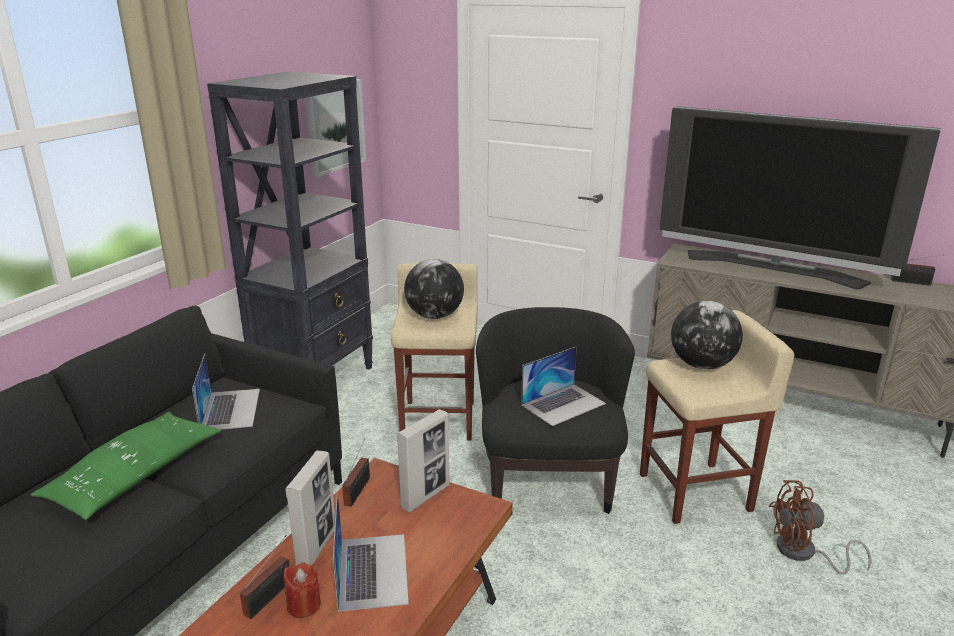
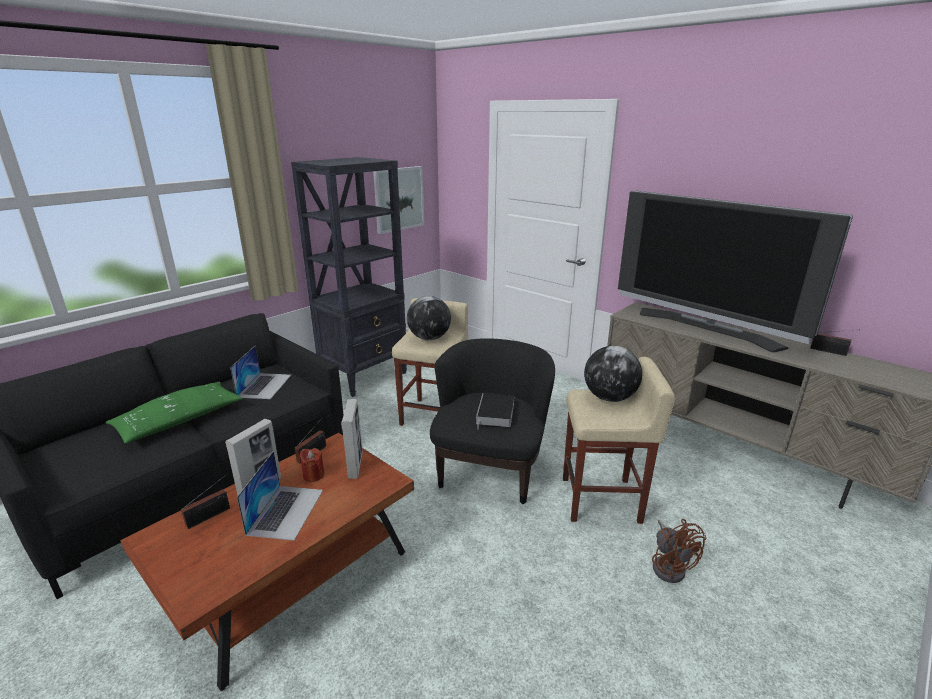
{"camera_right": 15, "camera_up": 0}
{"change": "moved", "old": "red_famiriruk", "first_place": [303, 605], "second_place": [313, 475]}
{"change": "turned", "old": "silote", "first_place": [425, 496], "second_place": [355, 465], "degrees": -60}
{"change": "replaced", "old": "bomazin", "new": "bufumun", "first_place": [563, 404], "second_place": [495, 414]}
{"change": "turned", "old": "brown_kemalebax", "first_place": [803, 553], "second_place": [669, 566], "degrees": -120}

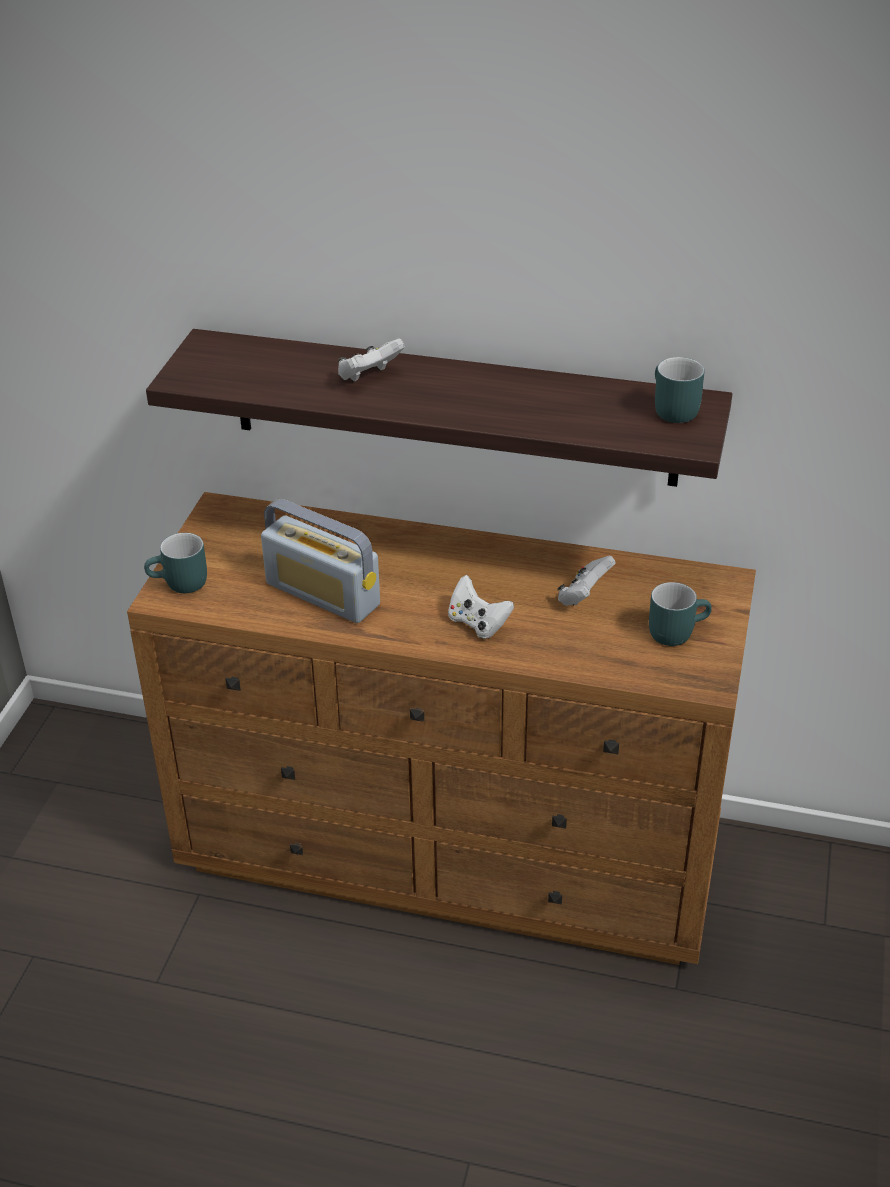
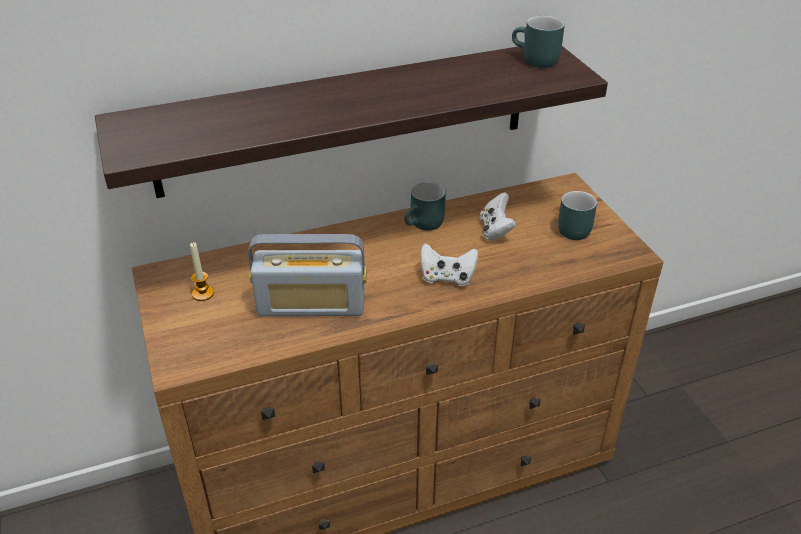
{"camera_right": -35, "camera_up": 0}
{"change": "moved", "old": "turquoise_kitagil", "first_place": [180, 585], "second_place": [425, 225]}
{"change": "removed", "old": "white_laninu", "first_place": [369, 376]}
{"change": "added", "new": "famiriruk", "second_place": [203, 294]}

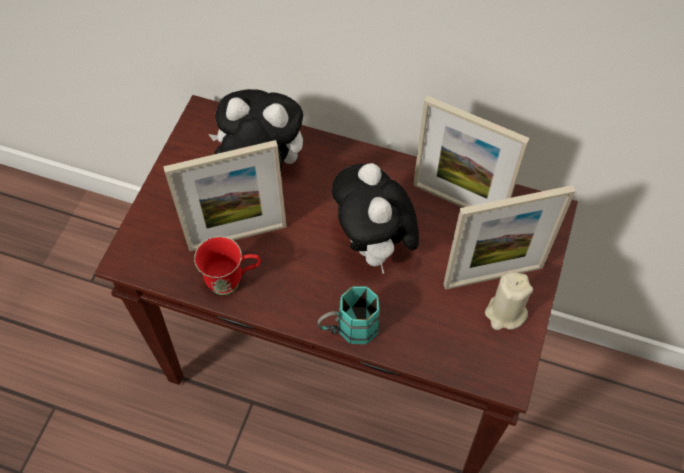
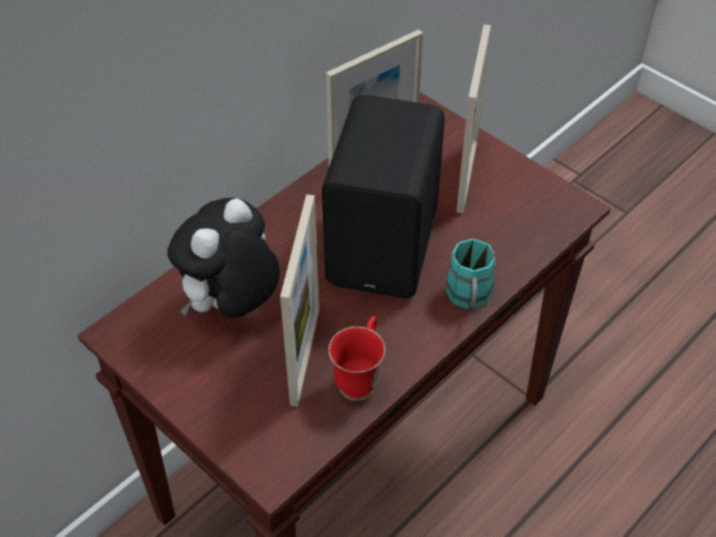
{"camera_right": -65, "camera_up": -10}
{"change": "replaced", "old": "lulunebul", "new": "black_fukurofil", "first_place": [374, 247], "second_place": [386, 247]}
{"change": "removed", "old": "beige_famiriruk", "first_place": [505, 313]}

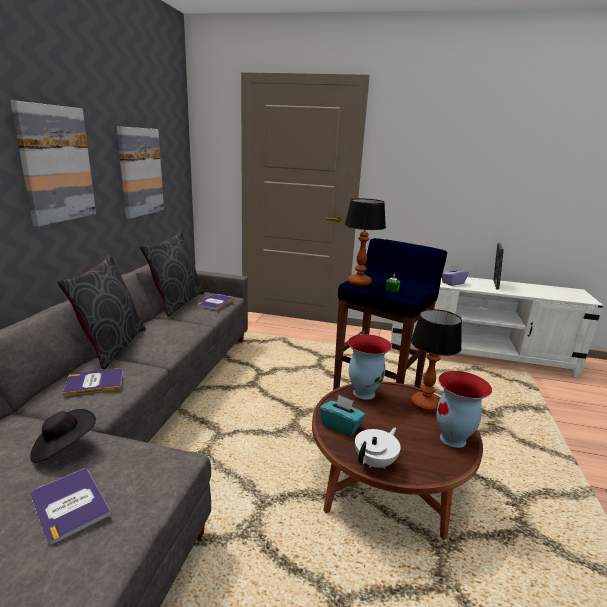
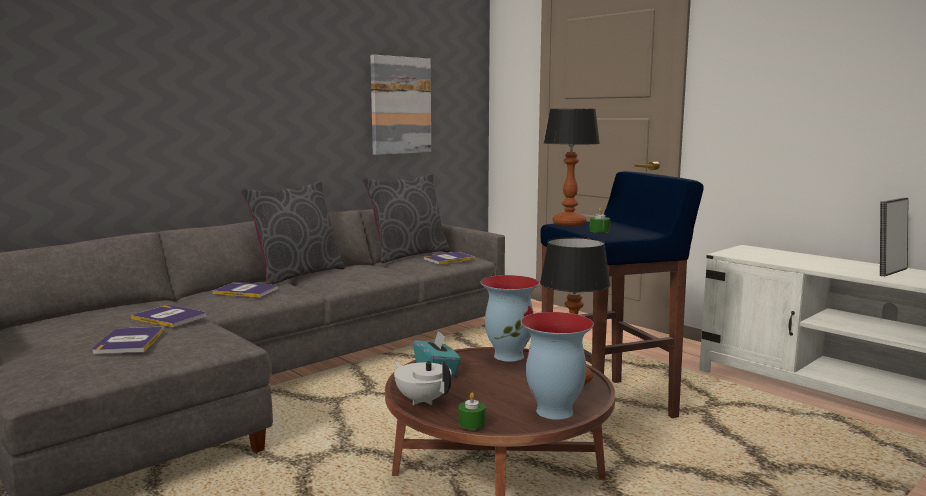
{"camera_right": 35, "camera_up": -10}
{"change": "removed", "old": "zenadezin", "first_place": [55, 164]}
{"change": "replaced", "old": "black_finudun", "new": "bufumun", "first_place": [64, 447], "second_place": [170, 317]}
{"change": "turned", "old": "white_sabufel", "first_place": [375, 462], "second_place": [423, 400], "degrees": -120}
{"change": "removed", "old": "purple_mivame", "first_place": [452, 283]}
{"change": "added", "new": "green_famiriruk", "second_place": [471, 423]}

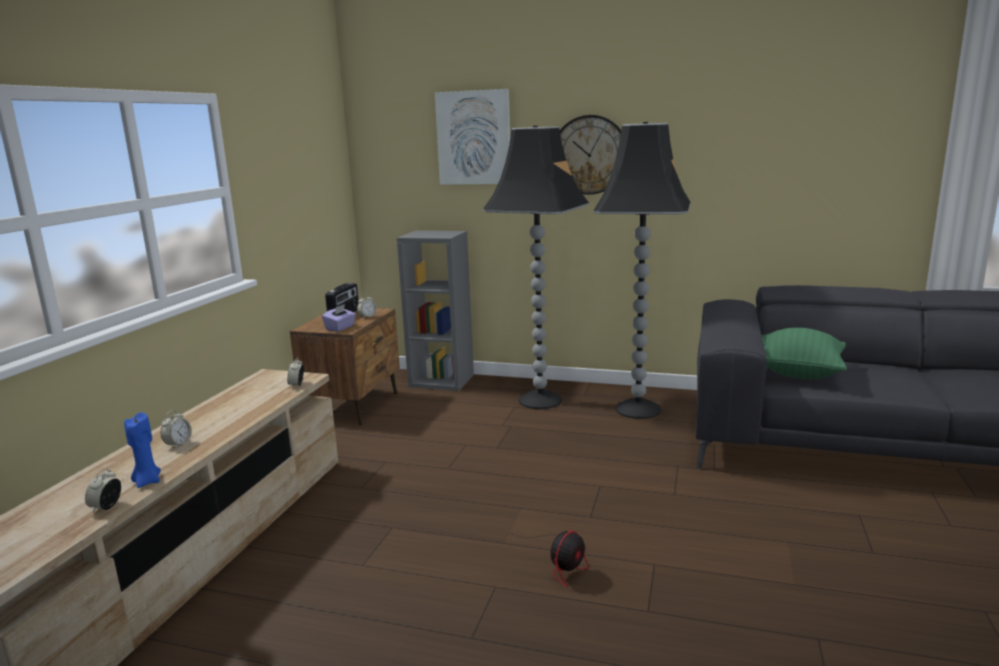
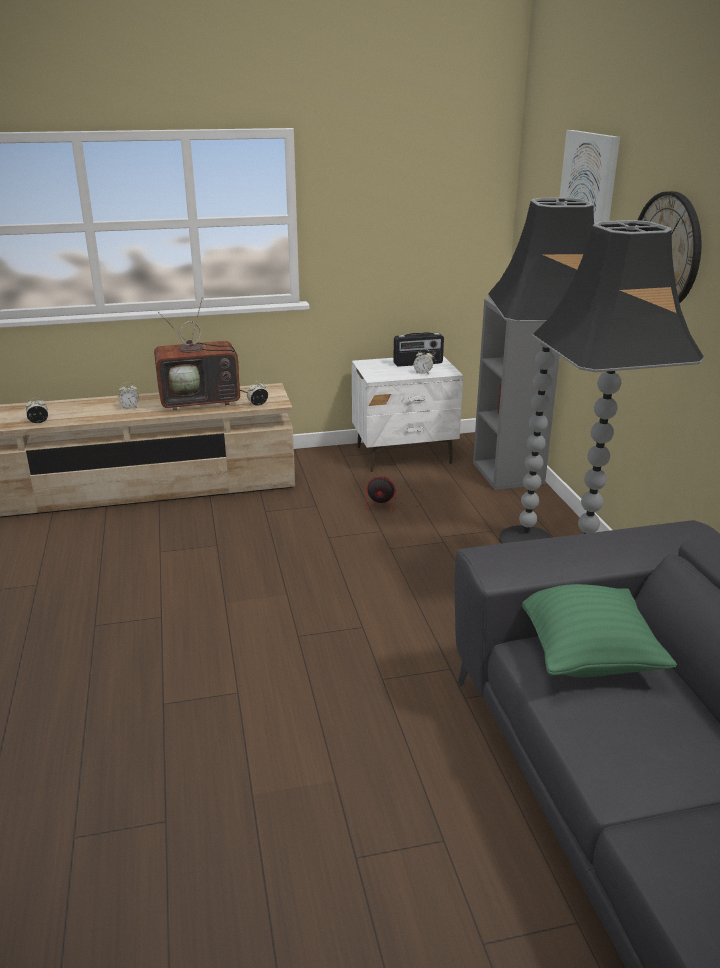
{"camera_right": 60, "camera_up": 10}
{"change": "removed", "old": "blue_famiriruk", "first_place": [147, 481]}
{"change": "recoloured", "old": "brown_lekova", "new": "white_lekova", "first_place": [354, 405], "second_place": [404, 455]}
{"change": "removed", "old": "purple_mivame", "first_place": [340, 328]}
{"change": "moved", "old": "kemalebax", "first_place": [563, 562], "second_place": [392, 503]}
{"change": "added", "new": "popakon", "second_place": [202, 400]}

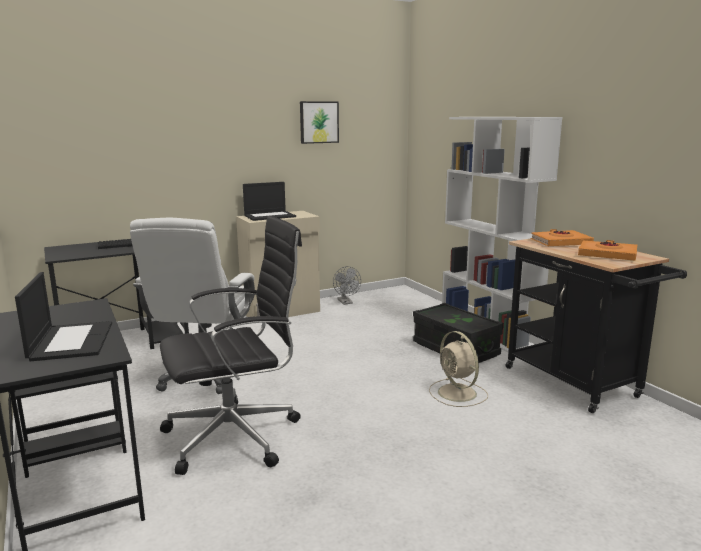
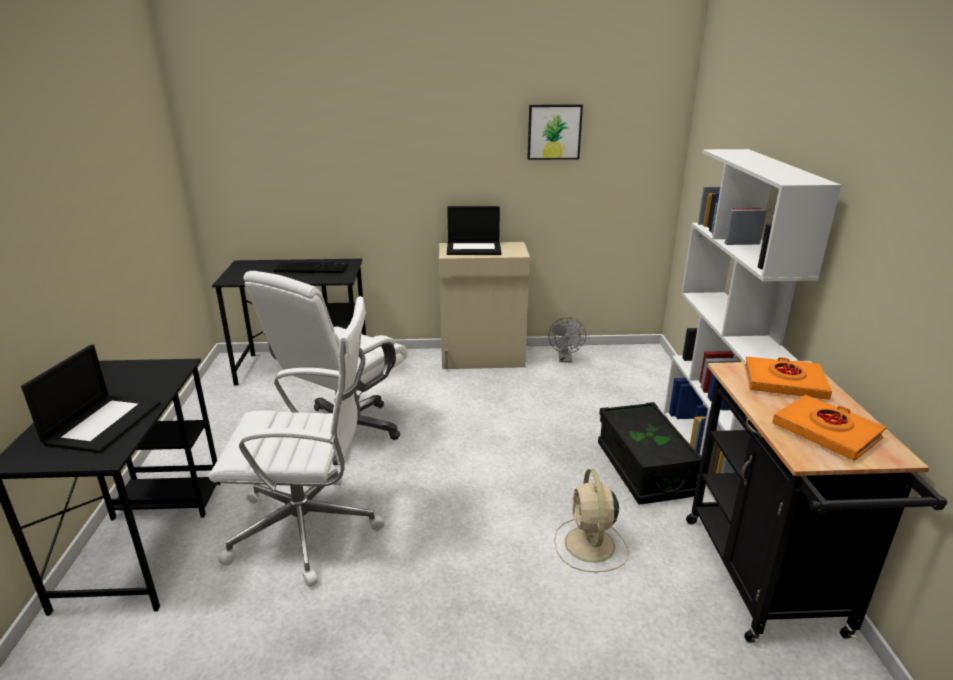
{"camera_right": 25, "camera_up": 10}
{"change": "recoloured", "old": "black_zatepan", "new": "white_zatepan", "first_place": [236, 436], "second_place": [309, 529]}

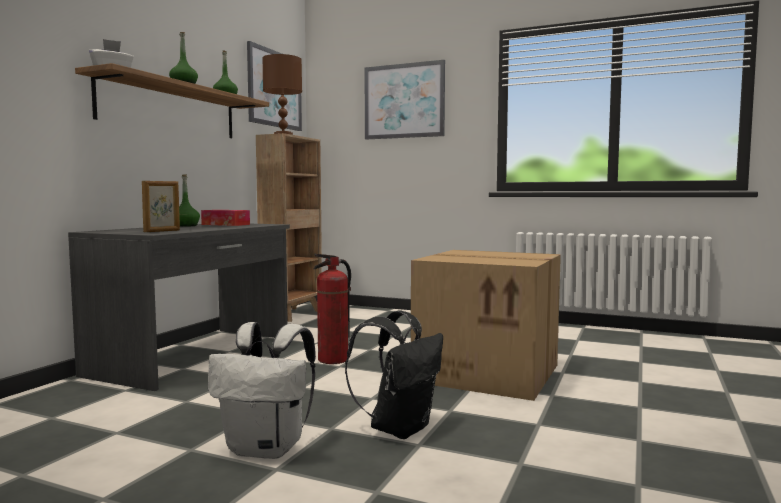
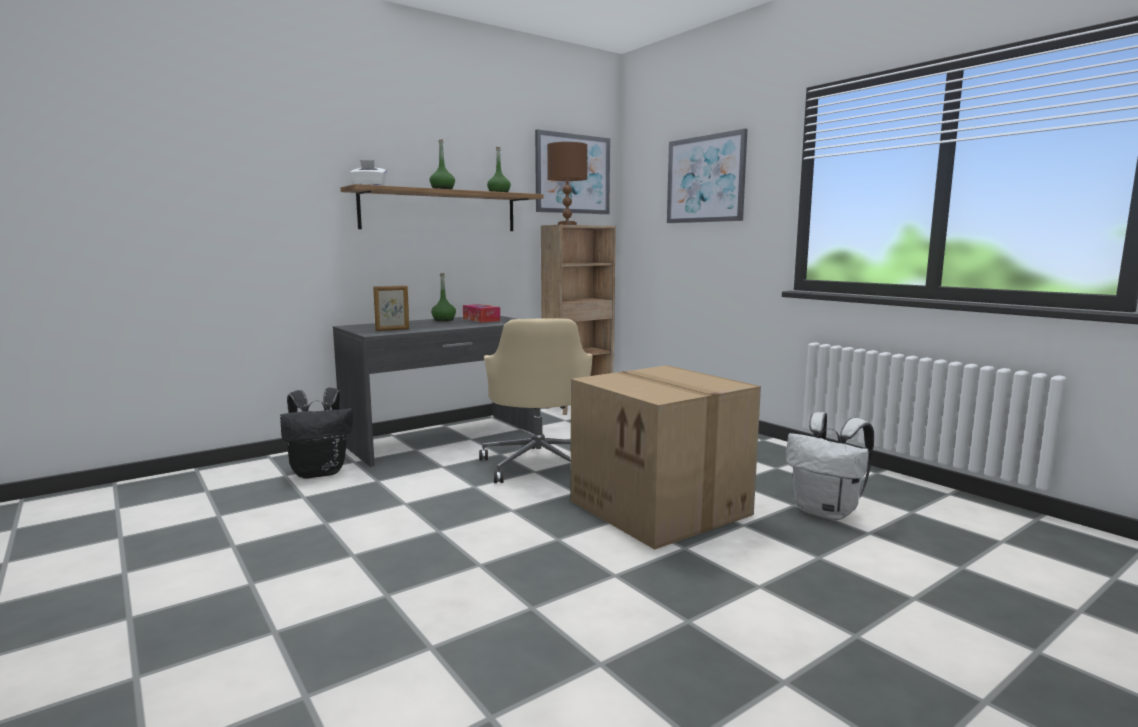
{"camera_right": 30, "camera_up": 5}
{"change": "moved", "old": "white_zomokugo", "first_place": [267, 449], "second_place": [827, 512]}
{"change": "replaced", "old": "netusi", "new": "beige_zatepan", "first_place": [333, 360], "second_place": [539, 463]}
{"change": "moved", "old": "black_zomokugo", "first_place": [400, 428], "second_place": [320, 472]}

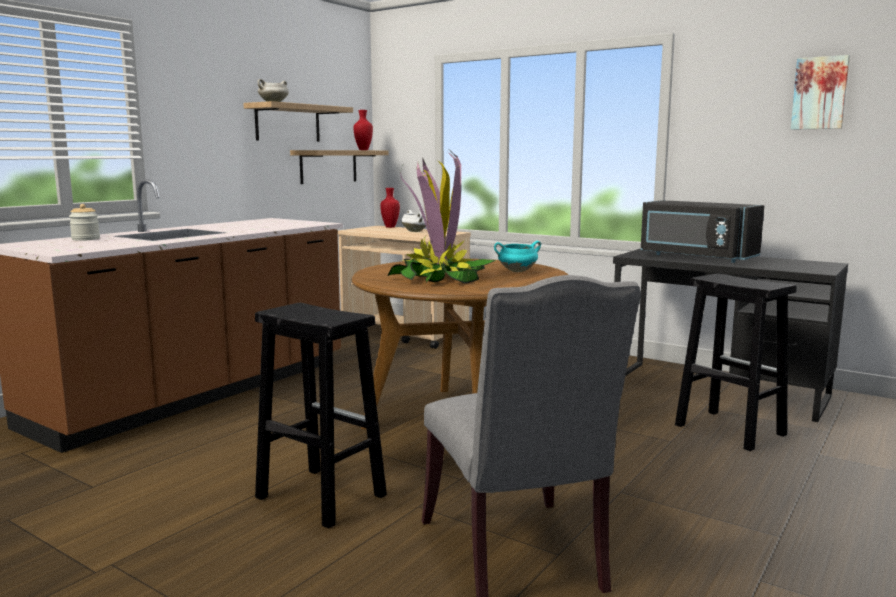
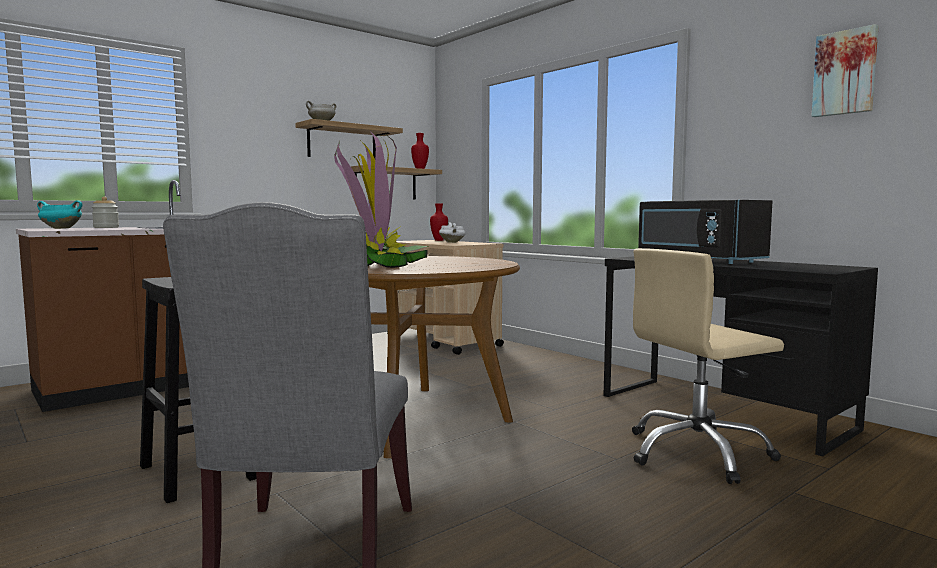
{"camera_right": 15, "camera_up": -5}
{"change": "moved", "old": "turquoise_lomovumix", "first_place": [517, 271], "second_place": [60, 228]}
{"change": "replaced", "old": "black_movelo", "new": "beige_zatepan", "first_place": [728, 429], "second_place": [698, 453]}

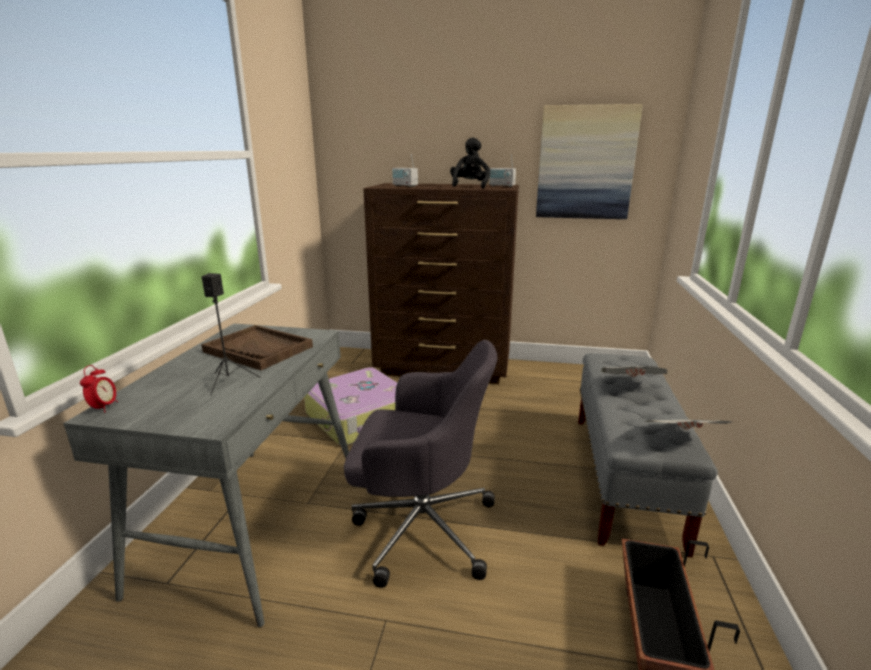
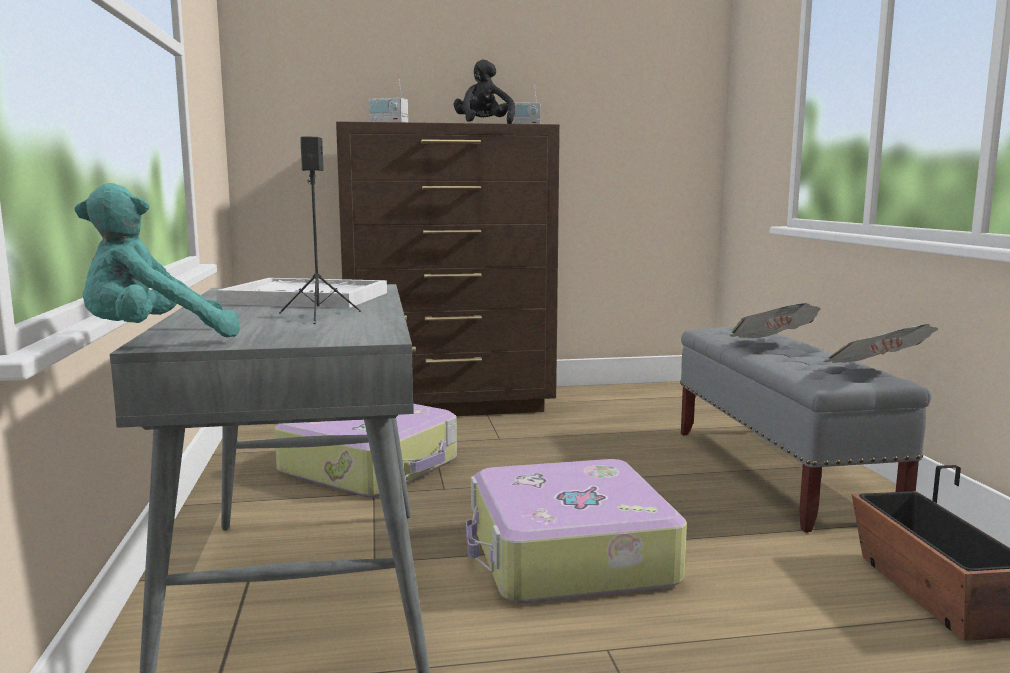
{"camera_right": -20, "camera_up": -10}
{"change": "replaced", "old": "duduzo", "new": "turquoise_lulunebul", "first_place": [104, 407], "second_place": [155, 340]}
{"change": "recoloured", "old": "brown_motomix", "new": "white_motomix", "first_place": [258, 349], "second_place": [306, 298]}
{"change": "replaced", "old": "grey_zatepan", "new": "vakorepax", "first_place": [420, 527], "second_place": [568, 556]}
{"change": "removed", "old": "zenadezin", "first_place": [585, 163]}

